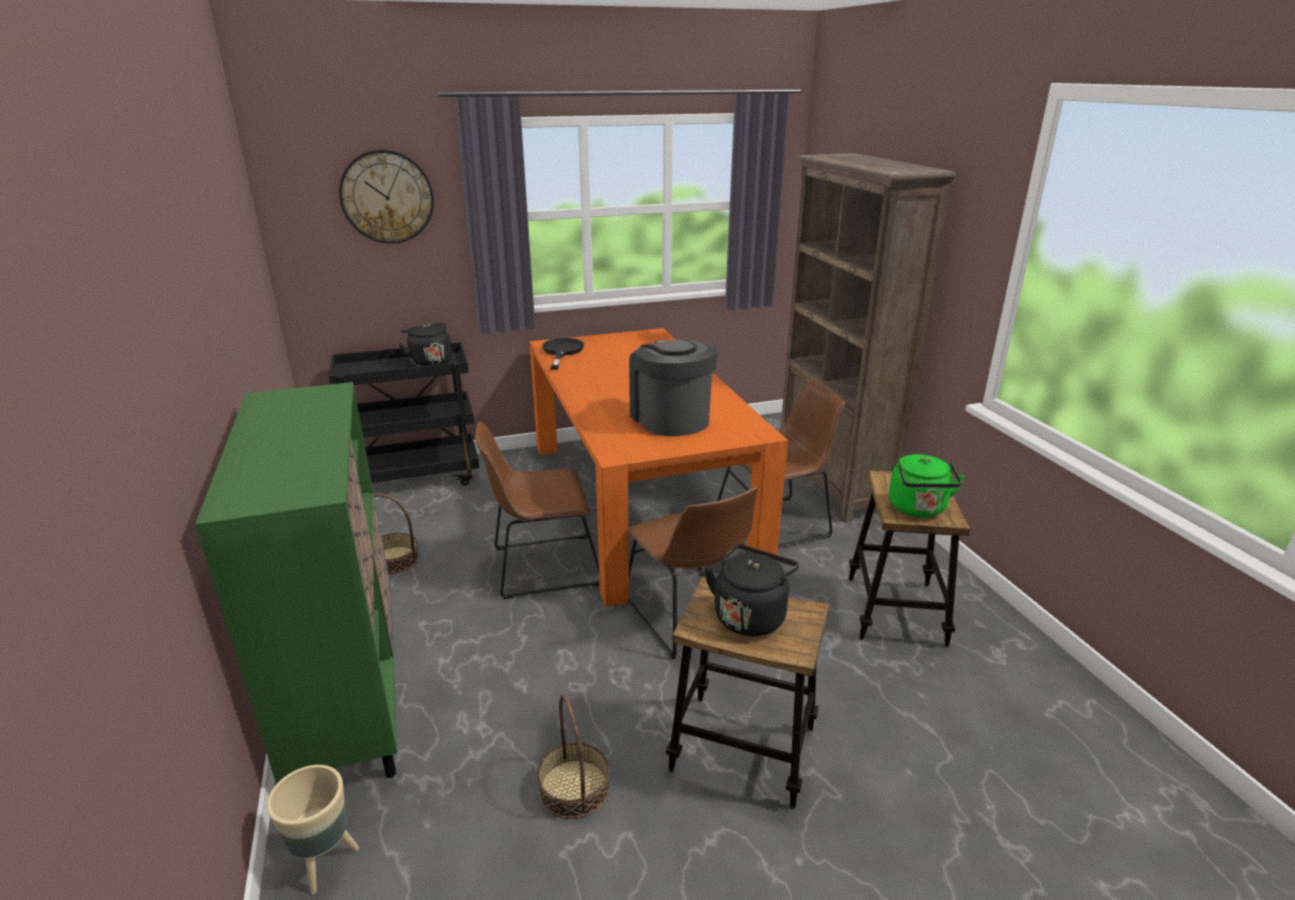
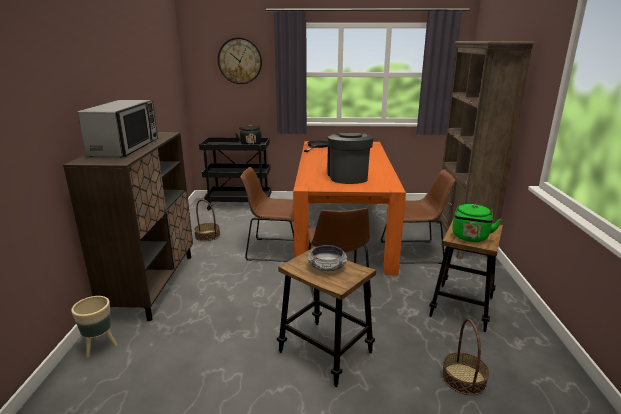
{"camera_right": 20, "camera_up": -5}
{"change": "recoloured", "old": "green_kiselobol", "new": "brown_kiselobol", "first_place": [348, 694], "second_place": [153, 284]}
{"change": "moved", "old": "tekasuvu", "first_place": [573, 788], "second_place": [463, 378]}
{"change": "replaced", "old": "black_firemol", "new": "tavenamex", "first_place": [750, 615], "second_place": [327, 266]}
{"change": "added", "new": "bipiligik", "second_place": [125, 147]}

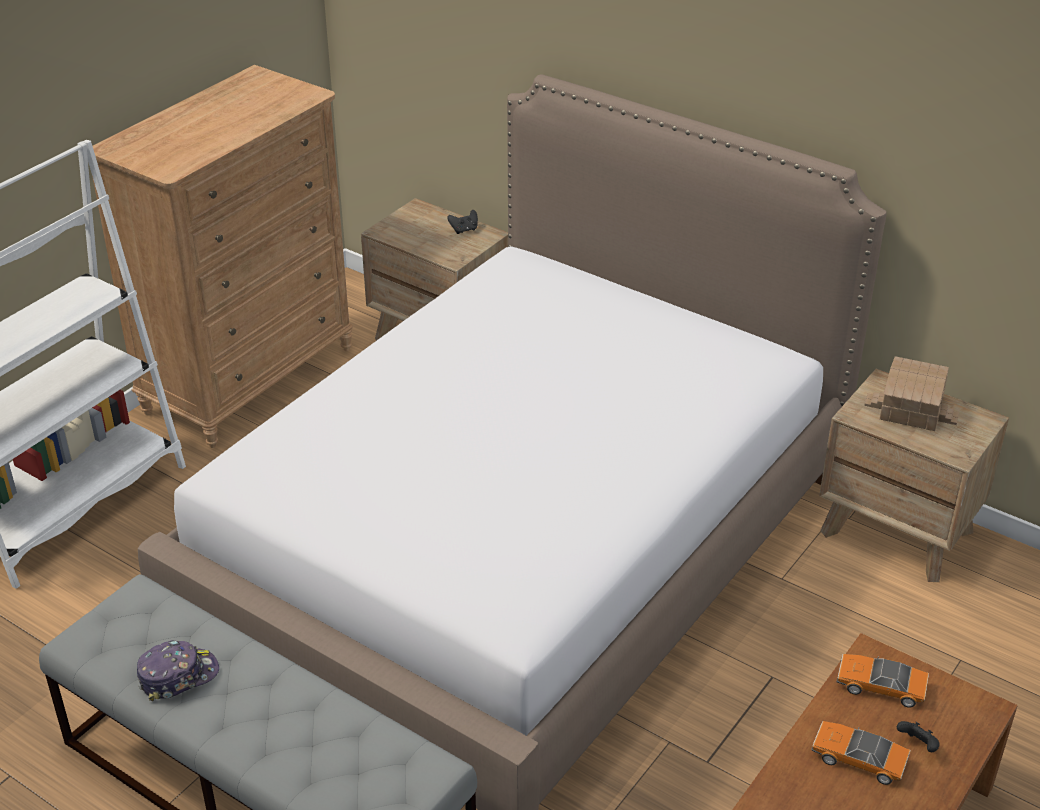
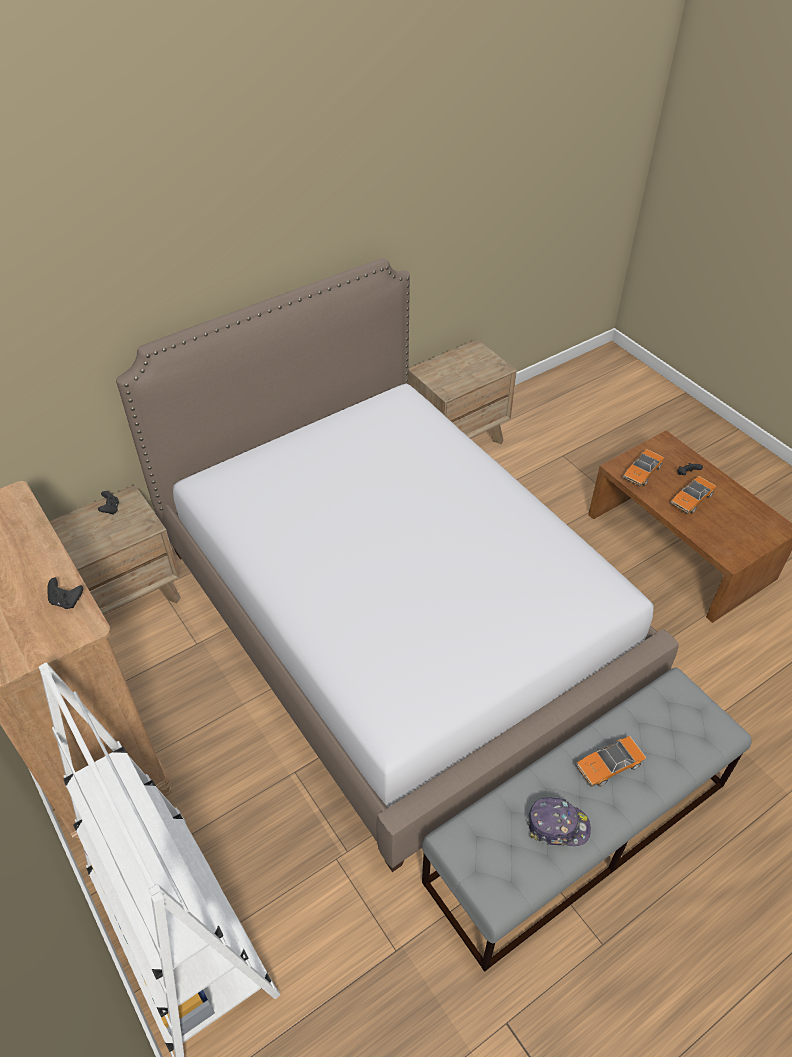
{"camera_right": -70, "camera_up": 10}
{"change": "turned", "old": "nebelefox", "first_place": [178, 676], "second_place": [557, 825], "degrees": 105}
{"change": "removed", "old": "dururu", "first_place": [911, 411]}
{"change": "added", "new": "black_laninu", "second_place": [66, 601]}
{"change": "added", "new": "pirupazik", "second_place": [608, 765]}

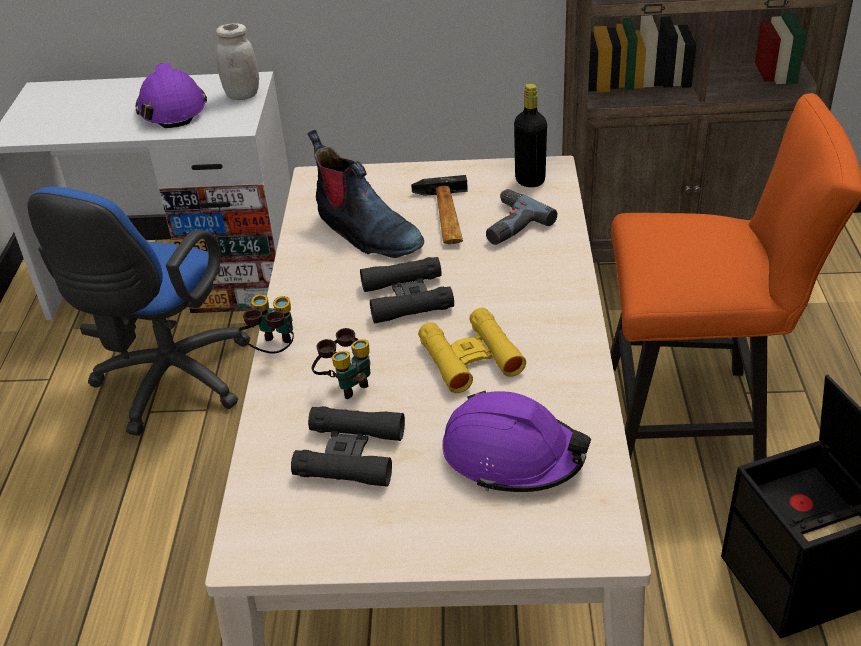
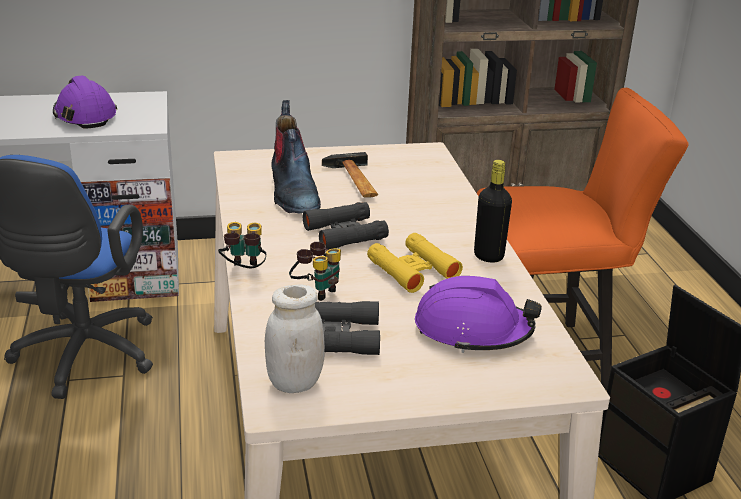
{"camera_right": -15, "camera_up": -10}
{"change": "moved", "old": "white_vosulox", "first_place": [242, 95], "second_place": [294, 383]}
{"change": "turned", "old": "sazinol", "first_place": [366, 232], "second_place": [293, 192], "degrees": 45}
{"change": "removed", "old": "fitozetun", "first_place": [508, 224]}
{"change": "moved", "old": "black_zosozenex", "first_place": [530, 180], "second_place": [488, 256]}

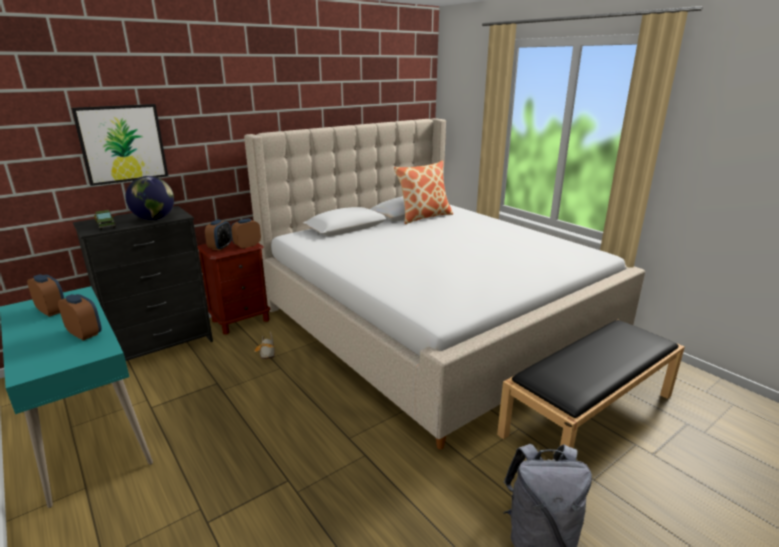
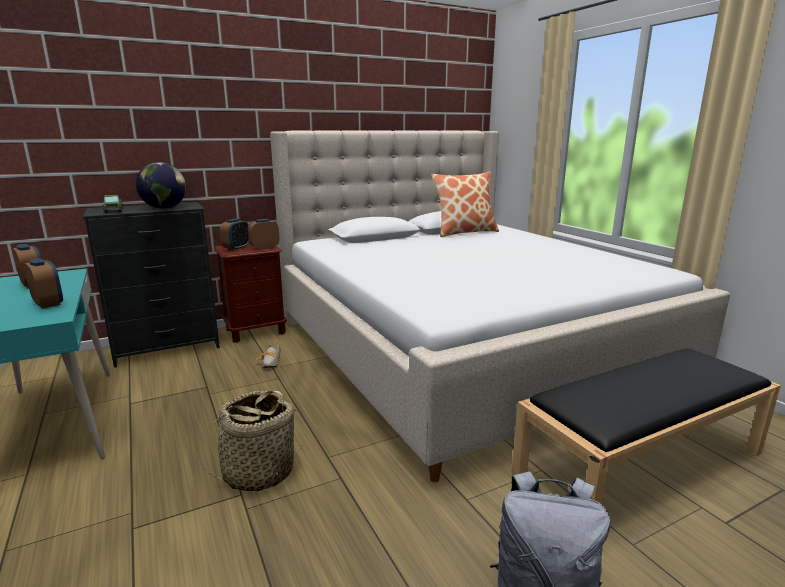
{"camera_right": 10, "camera_up": -5}
{"change": "removed", "old": "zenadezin", "first_place": [122, 144]}
{"change": "added", "new": "tekasuvu", "second_place": [258, 472]}

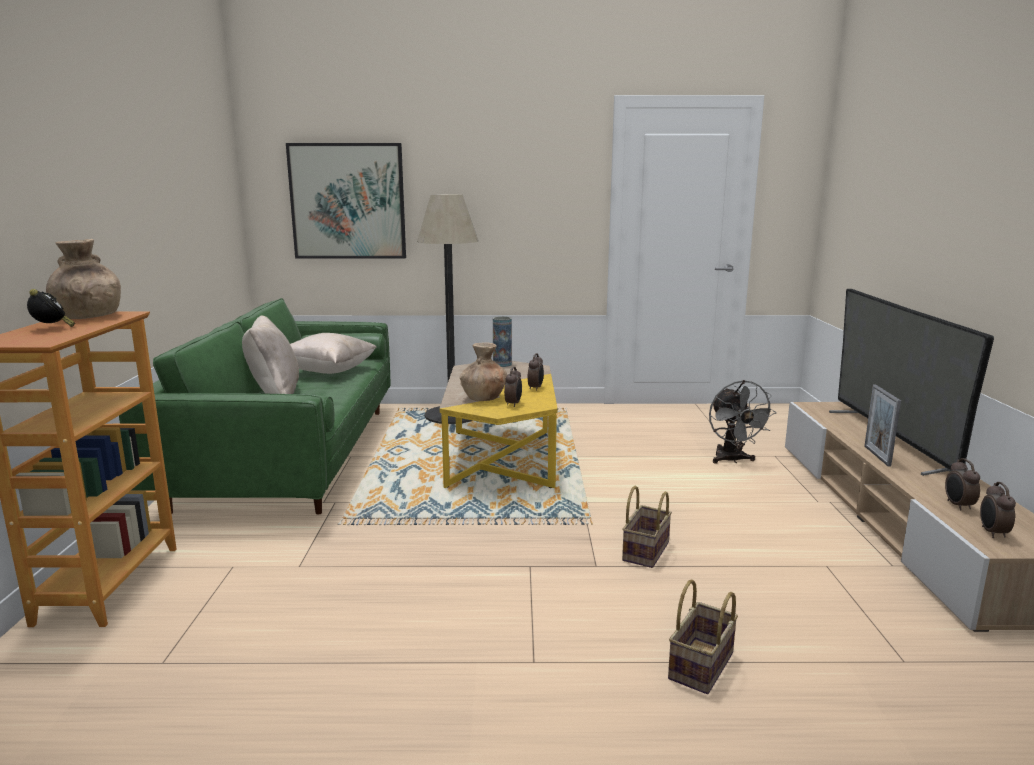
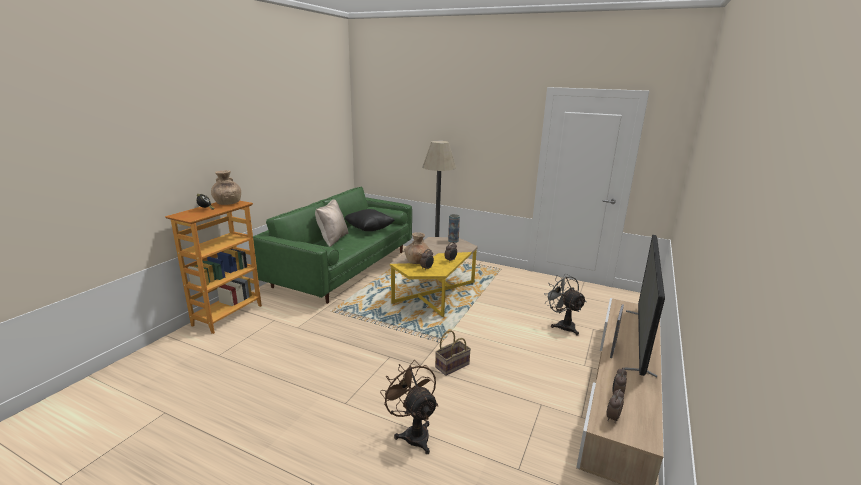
{"camera_right": 25, "camera_up": 5}
{"change": "removed", "old": "zenadezin", "first_place": [348, 201]}
{"change": "recoloured", "old": "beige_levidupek", "new": "black_levidupek", "first_place": [328, 372], "second_place": [369, 229]}
{"change": "replaced", "old": "tekasuvu", "new": "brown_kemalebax", "first_place": [702, 667], "second_place": [413, 433]}
{"change": "turned", "old": "grey_kemalebax", "first_place": [732, 460], "second_place": [562, 325], "degrees": 135}

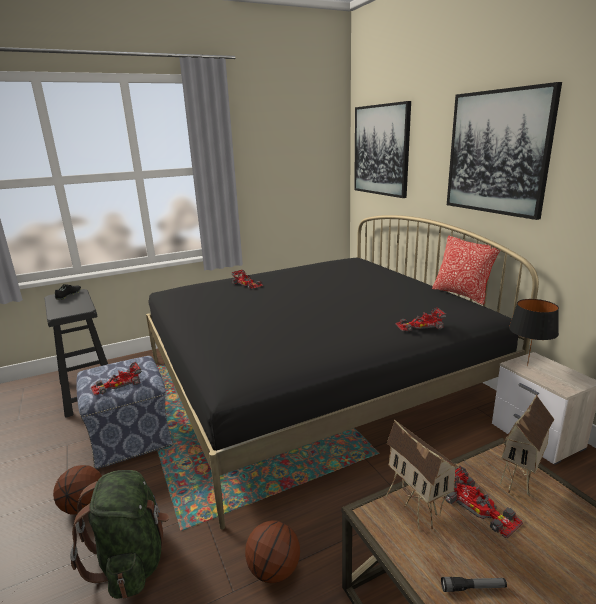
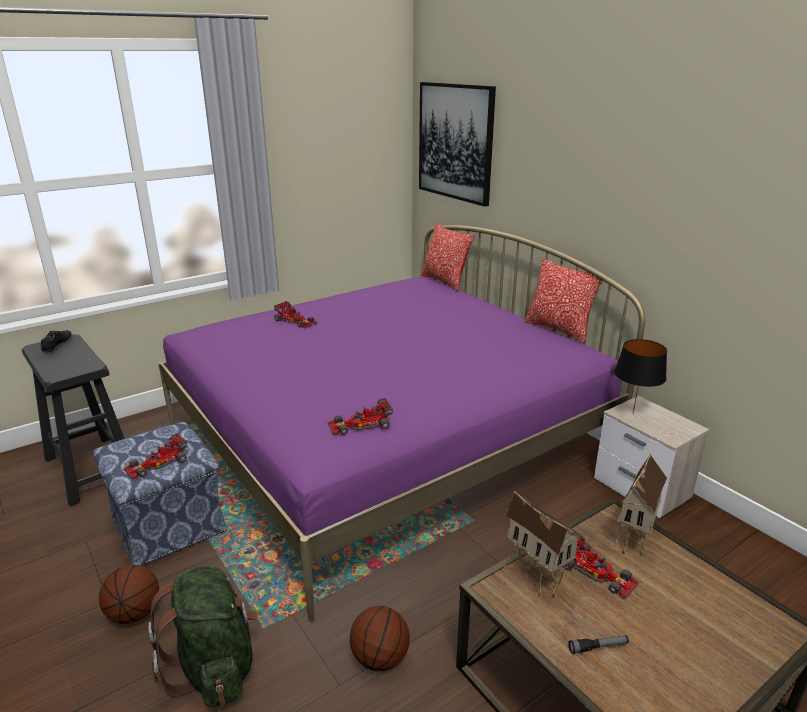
{"camera_right": -10, "camera_up": 5}
{"change": "recoloured", "old": "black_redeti", "new": "purple_redeti", "first_place": [315, 383], "second_place": [386, 441]}
{"change": "moved", "old": "pirupazik", "first_place": [420, 325], "second_place": [360, 424]}
{"change": "removed", "old": "zenadezin", "first_place": [497, 152]}
{"change": "added", "new": "levidupek", "second_place": [445, 281]}

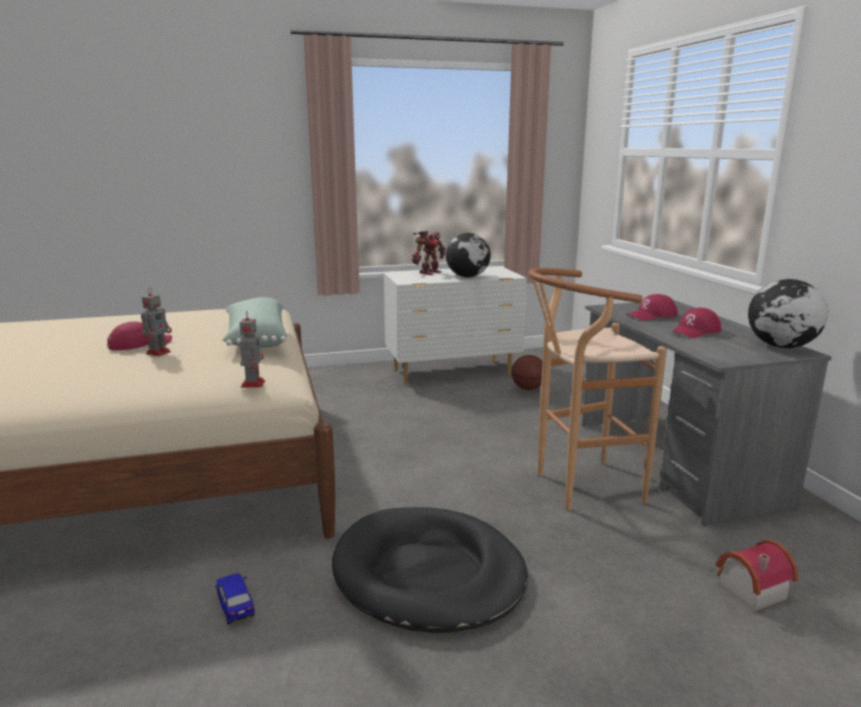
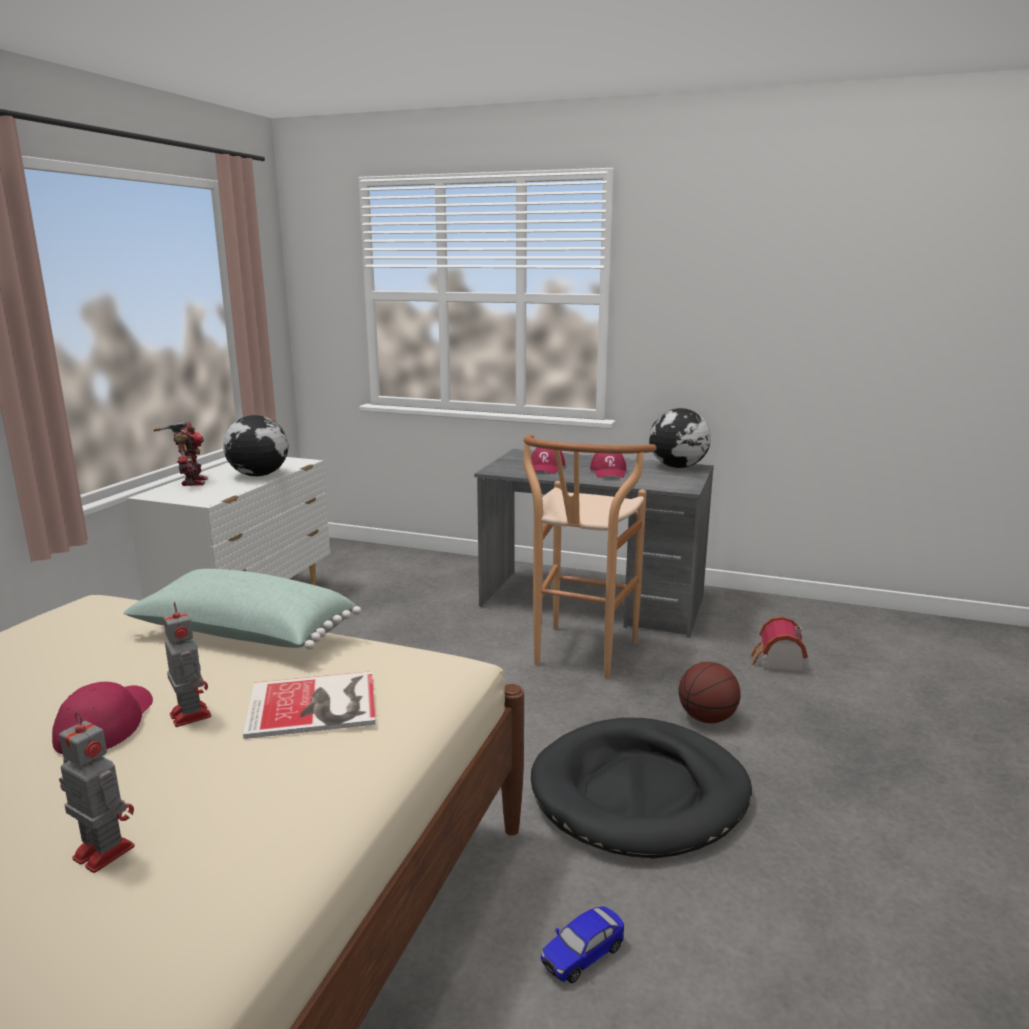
{"camera_right": -55, "camera_up": 0}
{"change": "turned", "old": "pirupazik", "first_place": [235, 606], "second_place": [582, 956], "degrees": -45}
{"change": "moved", "old": "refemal", "first_place": [253, 383], "second_place": [102, 851]}
{"change": "moved", "old": "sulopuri", "first_place": [528, 388], "second_place": [707, 718]}
{"change": "added", "new": "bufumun", "second_place": [316, 705]}

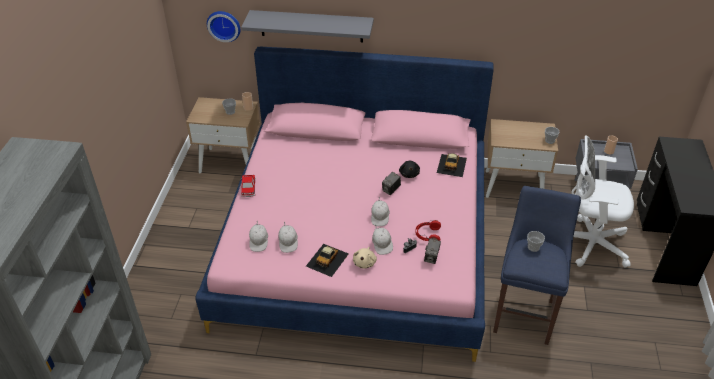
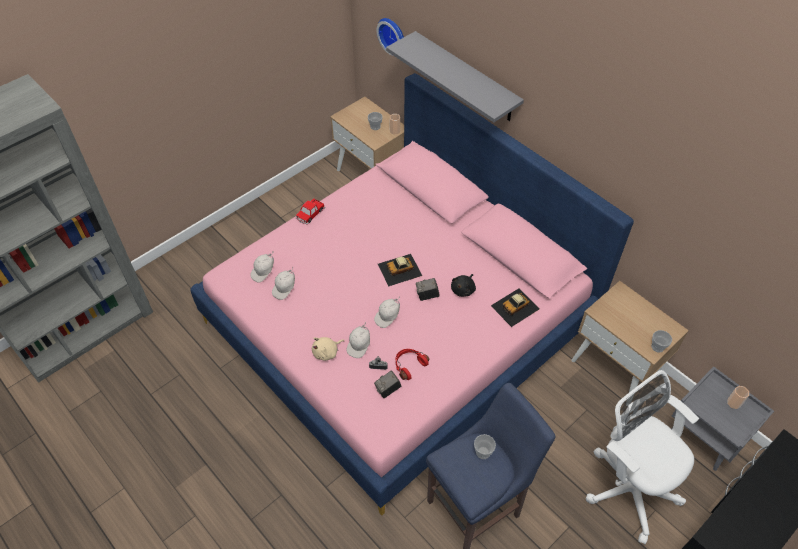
{"camera_right": 40, "camera_up": 10}
{"change": "moved", "old": "pirupazik", "first_place": [327, 259], "second_place": [400, 269]}

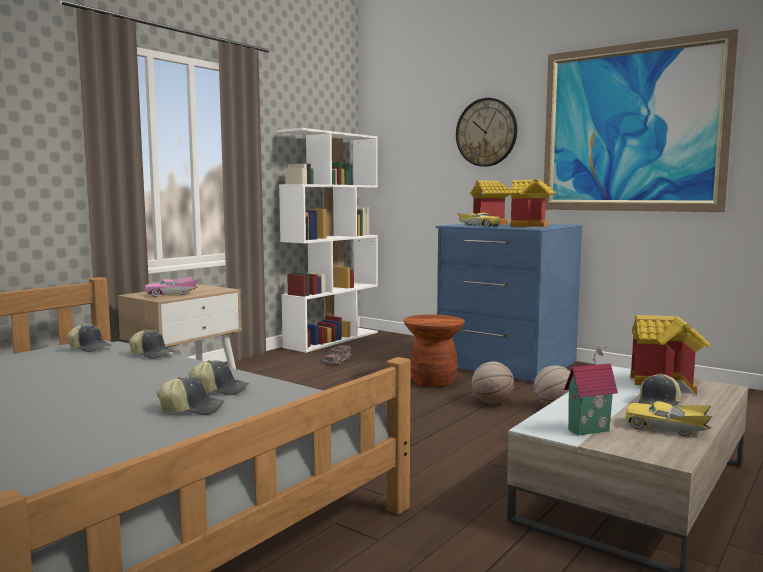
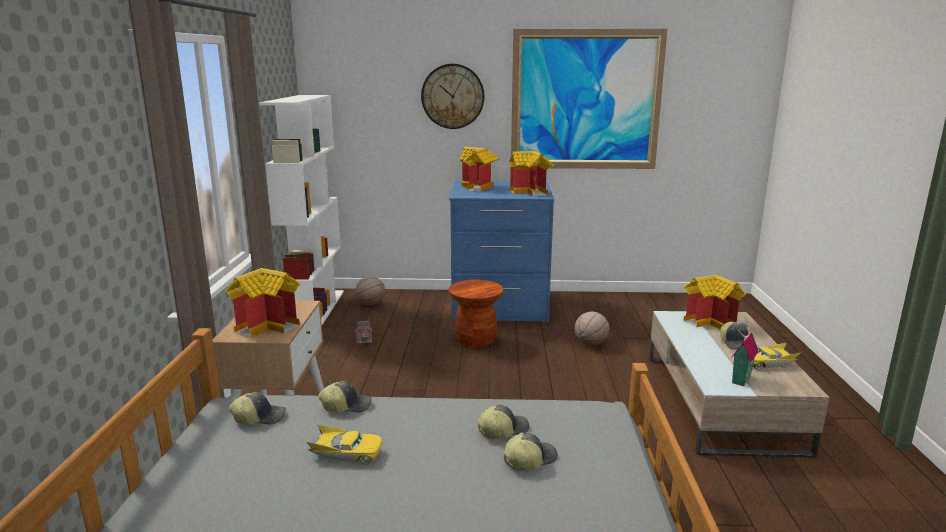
{"camera_right": -35, "camera_up": 10}
{"change": "replaced", "old": "pink_pirupazik", "new": "dururu", "first_place": [171, 294], "second_place": [269, 325]}
{"change": "moved", "old": "yellow_pirupazik", "first_place": [479, 225], "second_place": [346, 454]}
{"change": "moved", "old": "sulopuri", "first_place": [492, 402], "second_place": [370, 304]}

